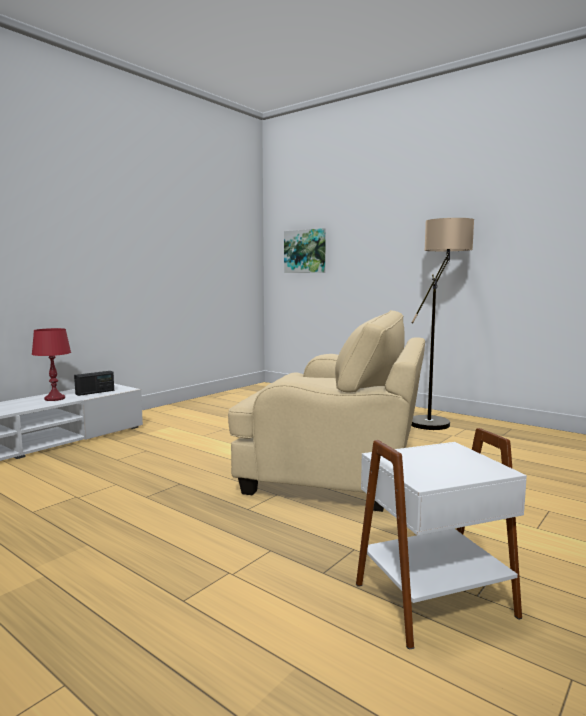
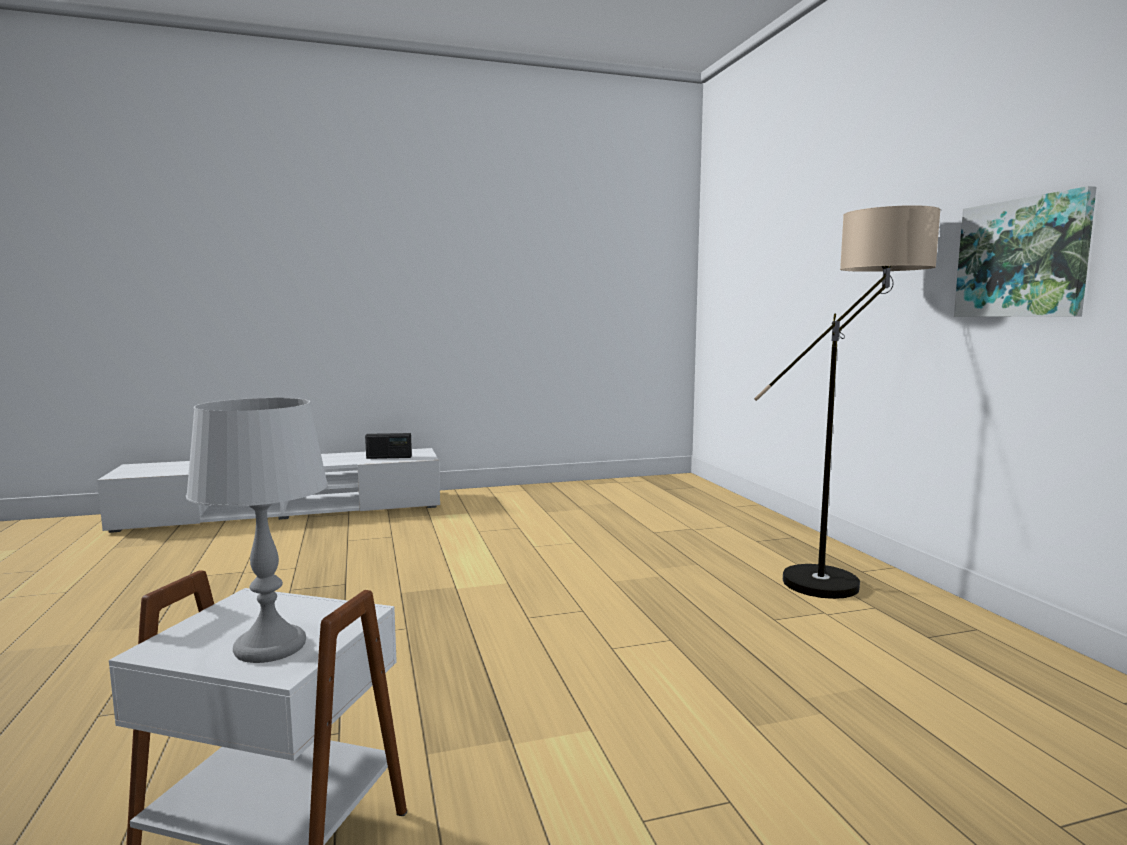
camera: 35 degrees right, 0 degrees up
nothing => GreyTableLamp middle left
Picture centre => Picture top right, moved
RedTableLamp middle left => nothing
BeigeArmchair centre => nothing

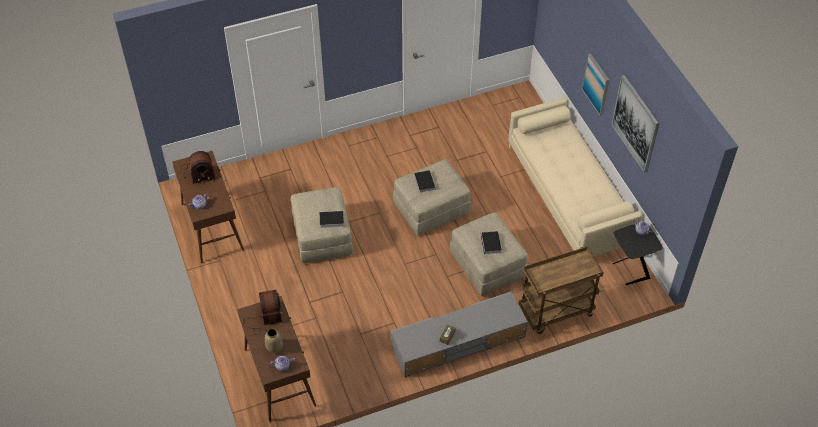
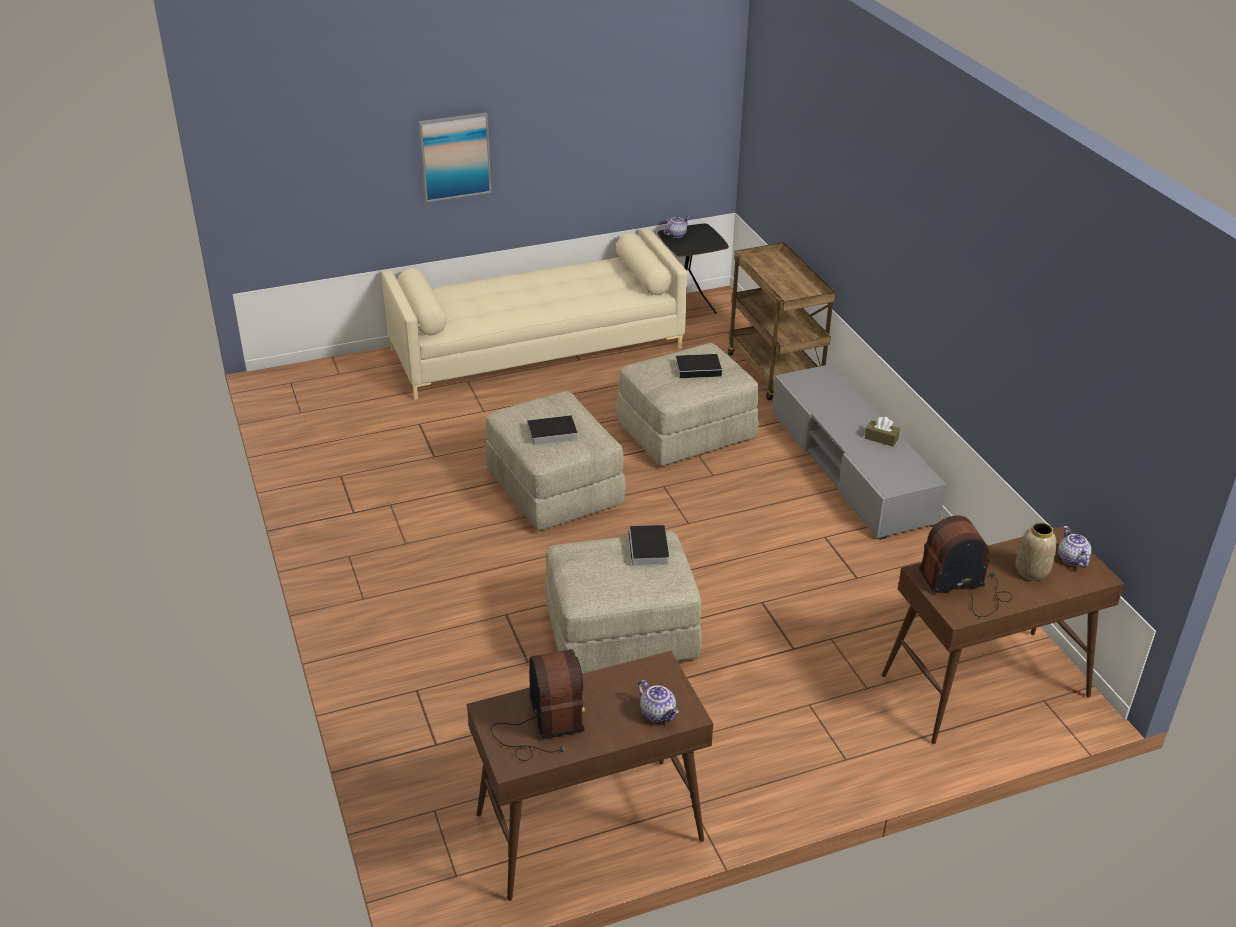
camera: 90 degrees left, 15 degrees down
Picture (2nd from left) top right => nothing

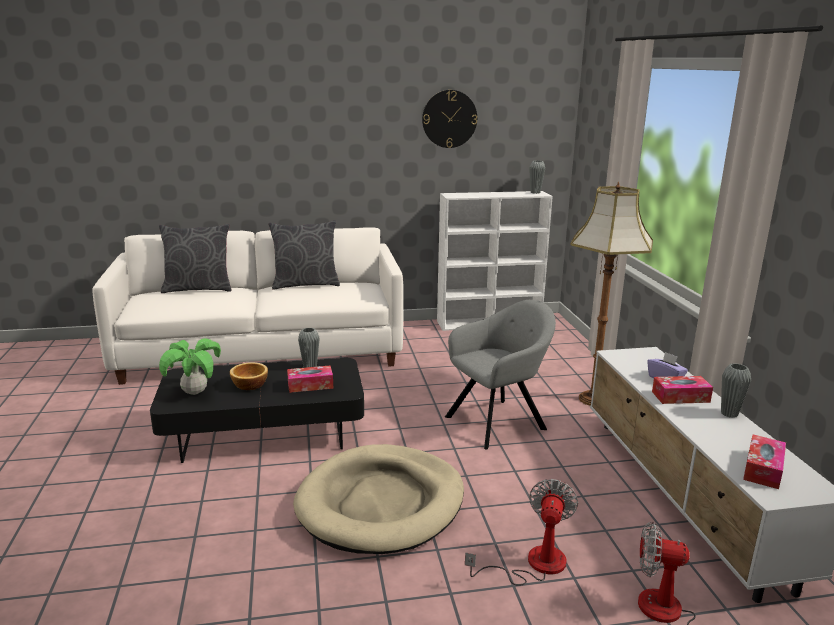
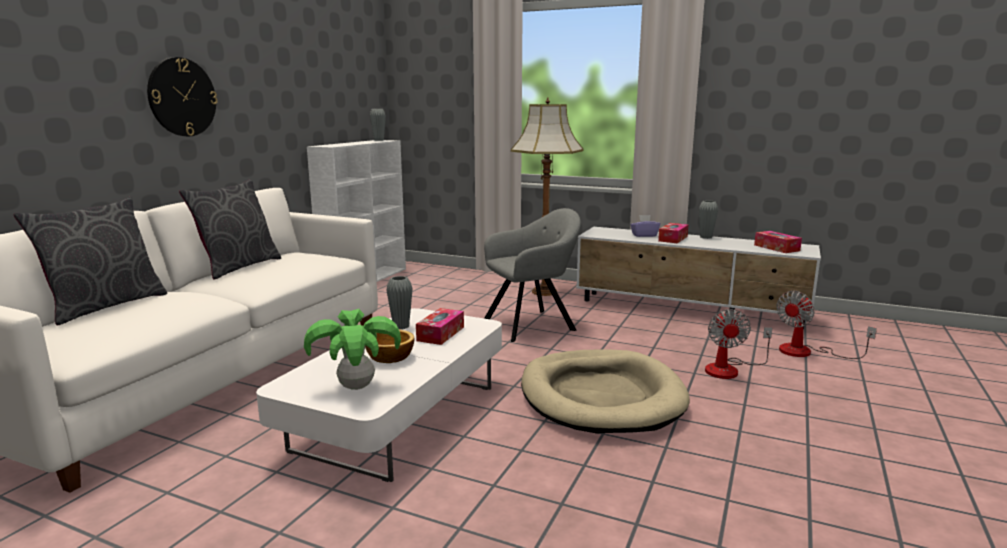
camera: 55 degrees left, 5 degrees down
WallClock top centre => WallClock top left, moved
BlackCoffeeTable middle left => WhiteCoffeeTable bottom centre
GreyArmchair centre, 60 degrees clockwise
Fan (1st from left) bottom centre => Fan (1st from left) middle right, 135 degrees counterclockwise

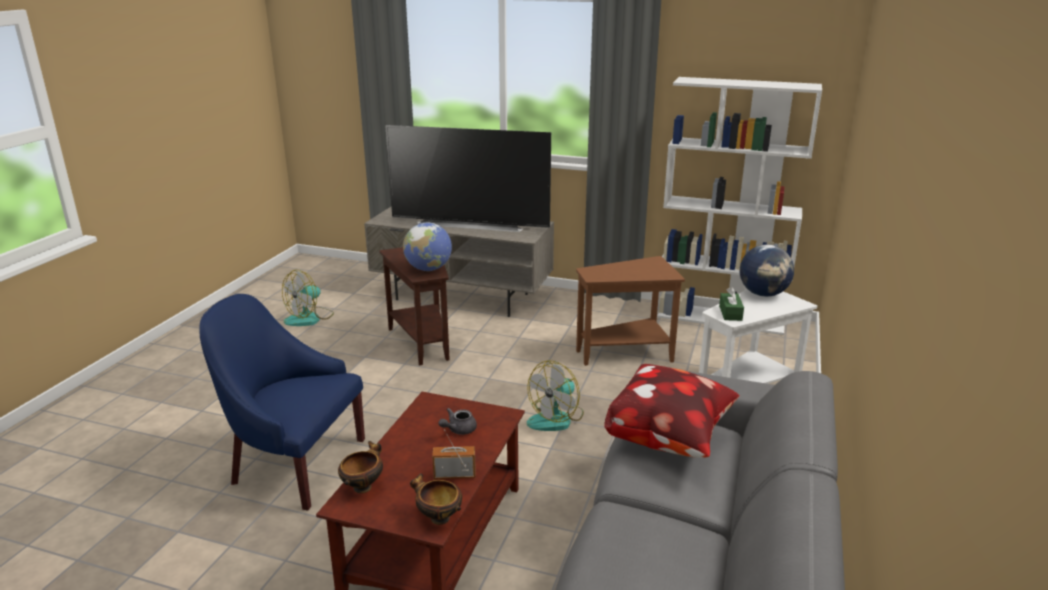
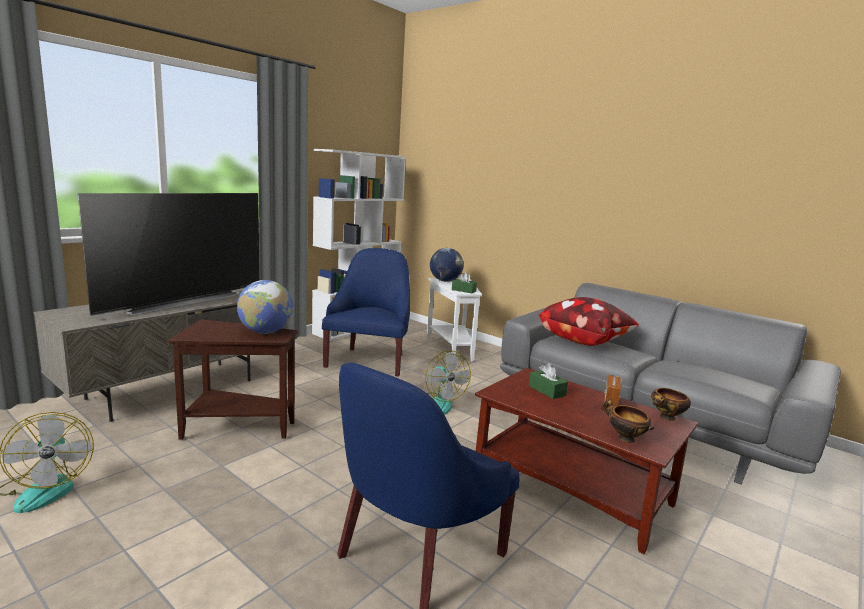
camera: 70 degrees left, 10 degrees down
BrownSideTable (2nd from left) centre => BlueArmchair (1st from left) centre
GreyTeapot bottom centre => GreenTissueBox (2nd from left) centre

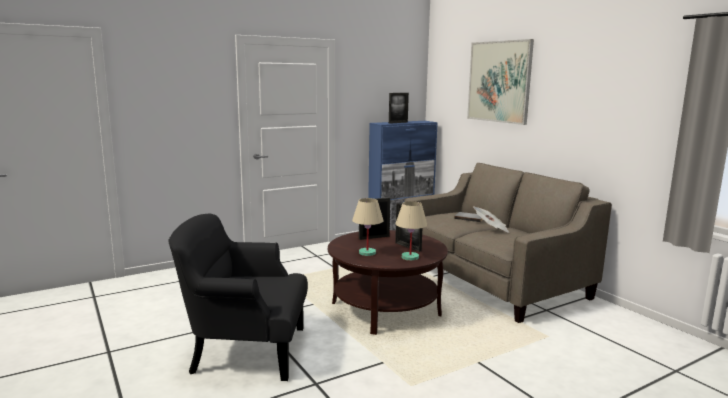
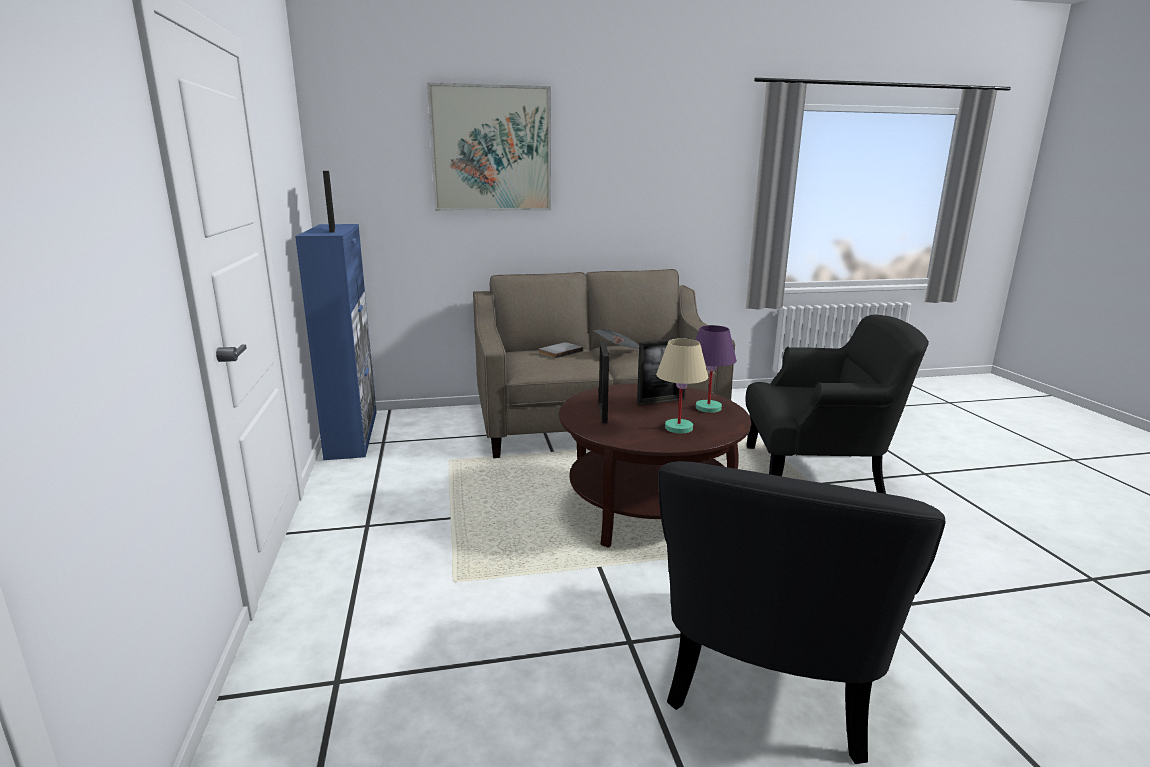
camera: 70 degrees left, 5 degrees up
BeigeTableLamp (2nd from left) centre => PurpleTableLamp centre
nothing => BlackArmchair (2nd from left) middle right

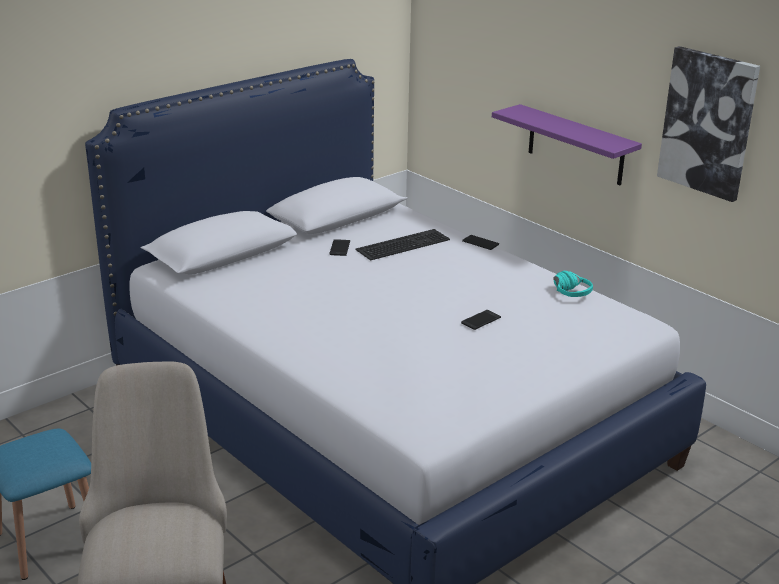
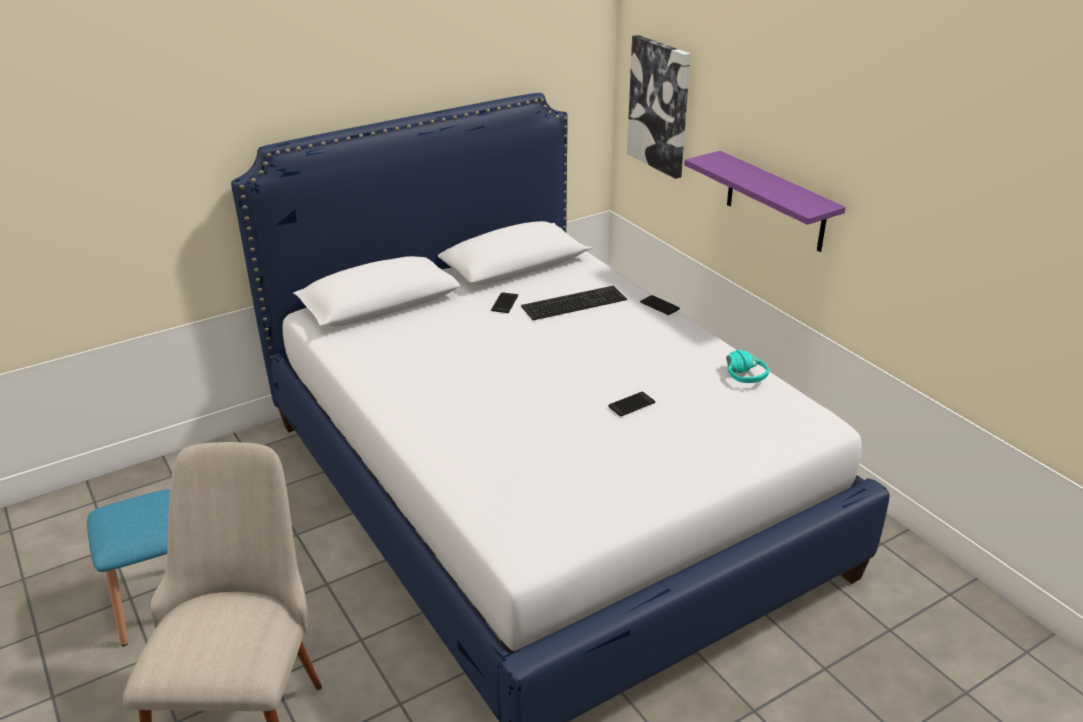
camera: 10 degrees right, 5 degrees up
Picture top right => Picture top centre, moved

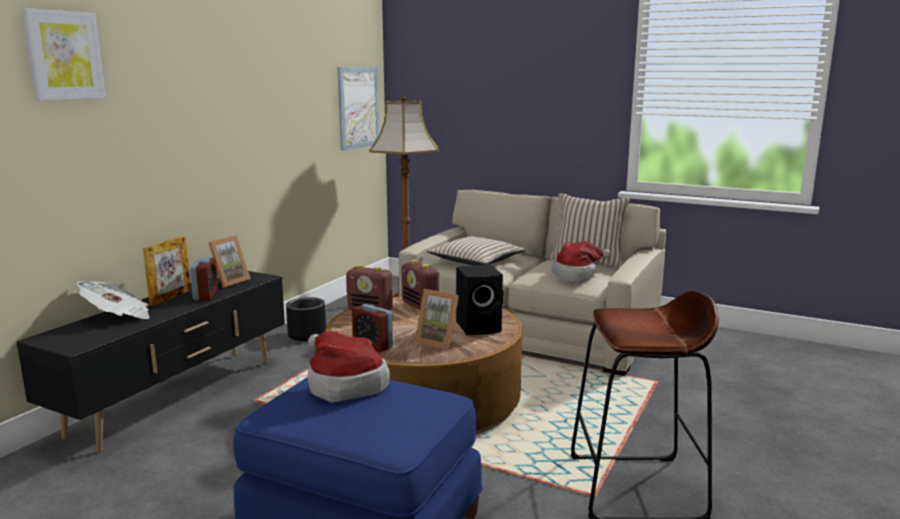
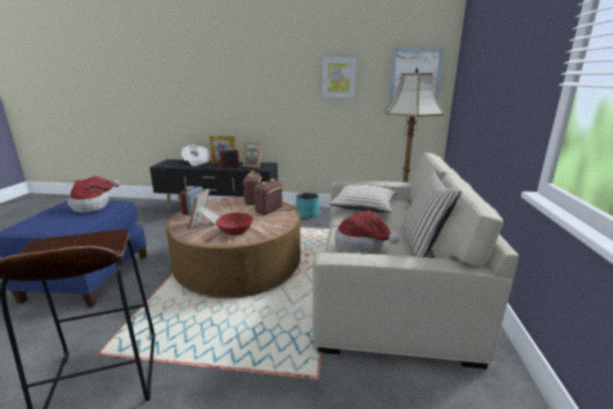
camera: 70 degrees right, 5 degrees up
BlackSpeaker centre => RedBowl centre
BlackPlanter centre => TurquoisePlanter centre
Picture (1st from left) top left => Picture (1st from left) top centre, moved

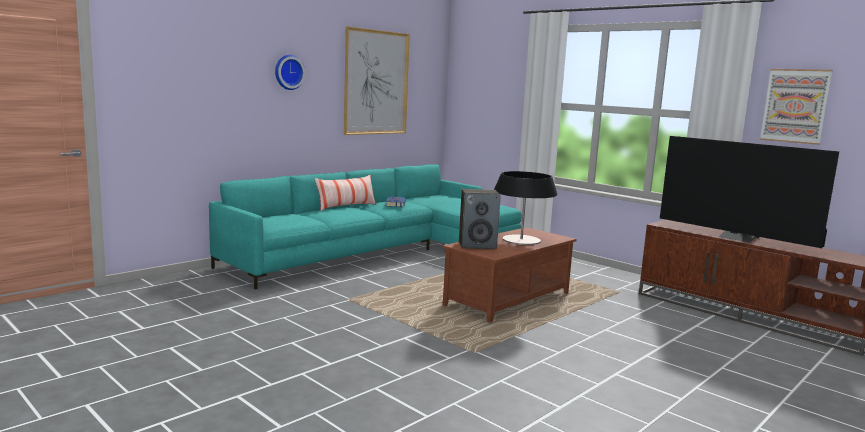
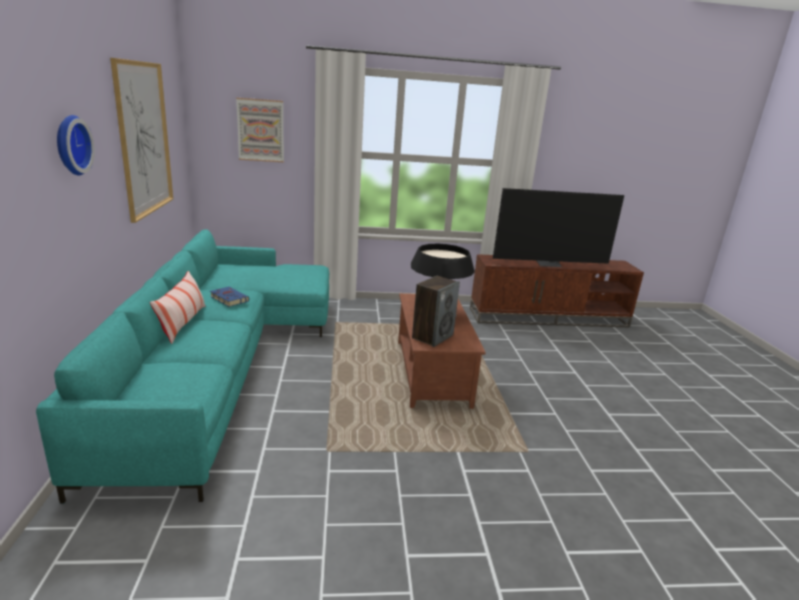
camera: 50 degrees left, 10 degrees up
Picture (2nd from left) top right => Picture (2nd from left) top left, moved

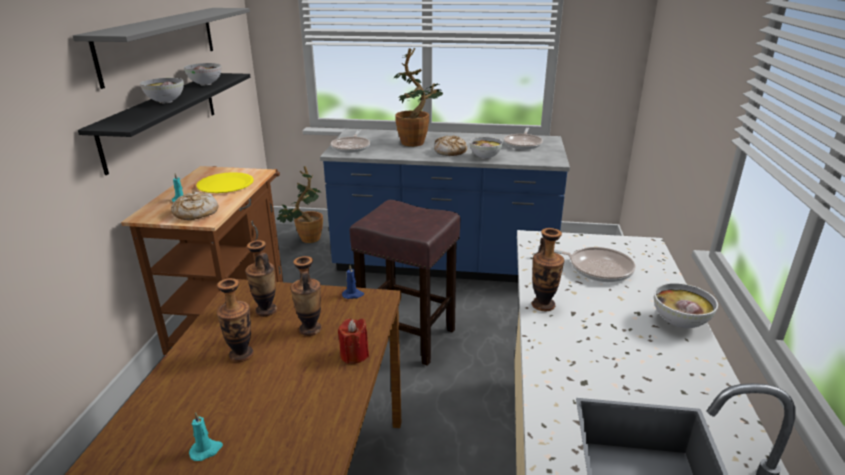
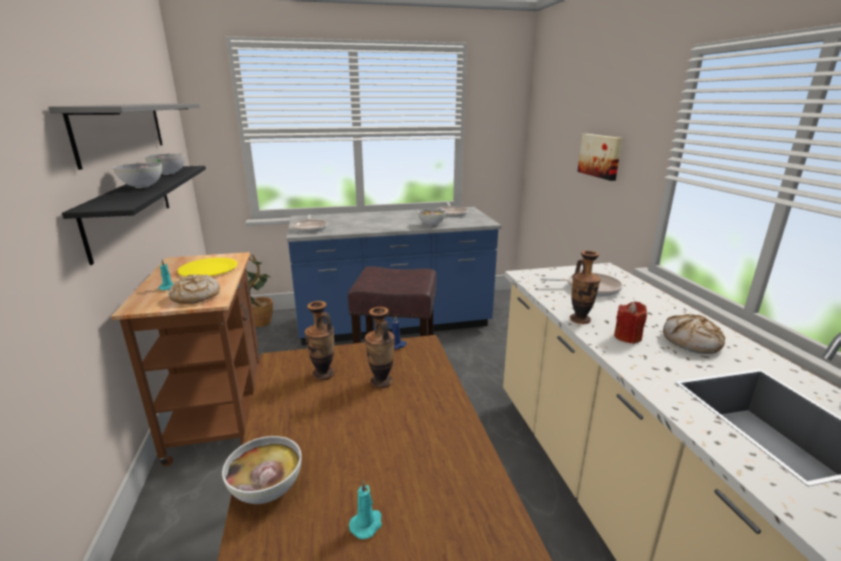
camera: 20 degrees left, 5 degrees down
Bowl (4th from left in the first image) middle right => Bowl (3rd from left) bottom left, moved
nothing => Picture top right
RedCandle bottom centre => RedCandle middle right, moved
Bread (2nd from left) top centre => Bread (2nd from left) middle right, moved
Vase (1st from left) bottom left => nothing
PottedPlant (2nd from left) top centre => nothing

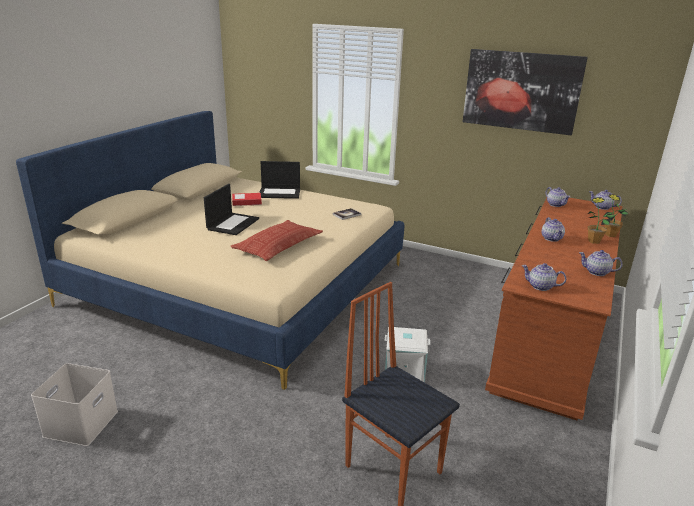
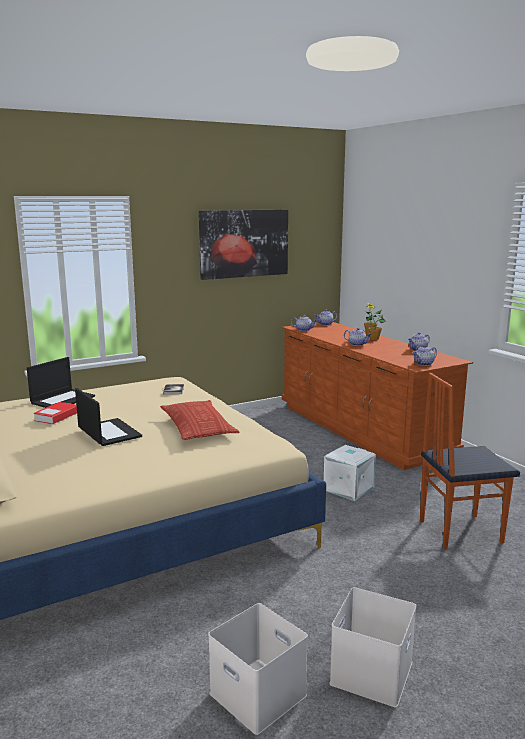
camera: 55 degrees left, 10 degrees down
nothing => WhiteStorageBox (3rd from left) bottom right

